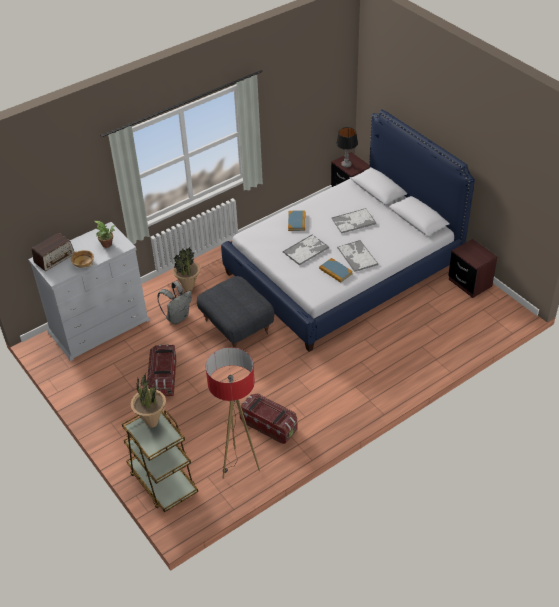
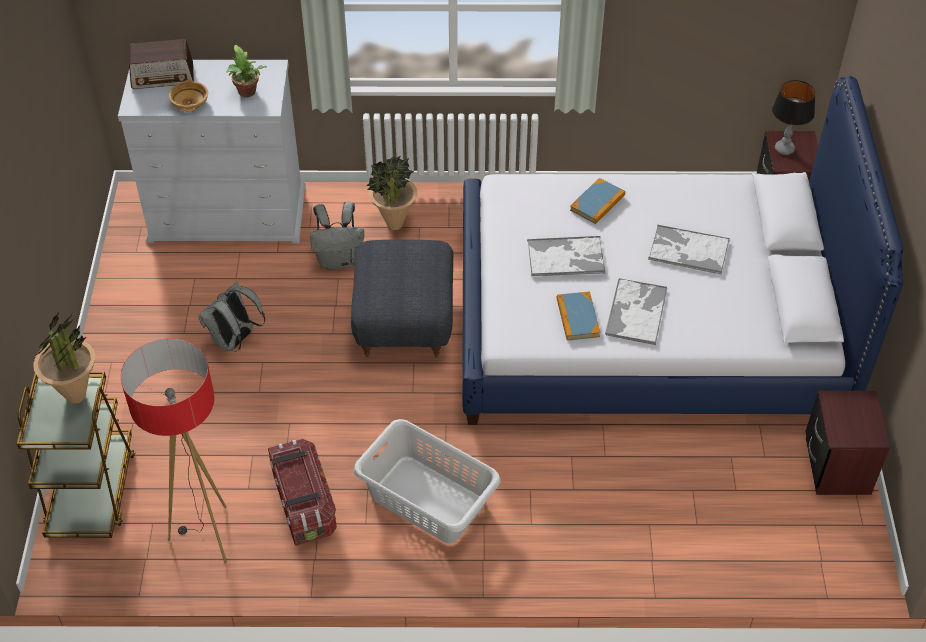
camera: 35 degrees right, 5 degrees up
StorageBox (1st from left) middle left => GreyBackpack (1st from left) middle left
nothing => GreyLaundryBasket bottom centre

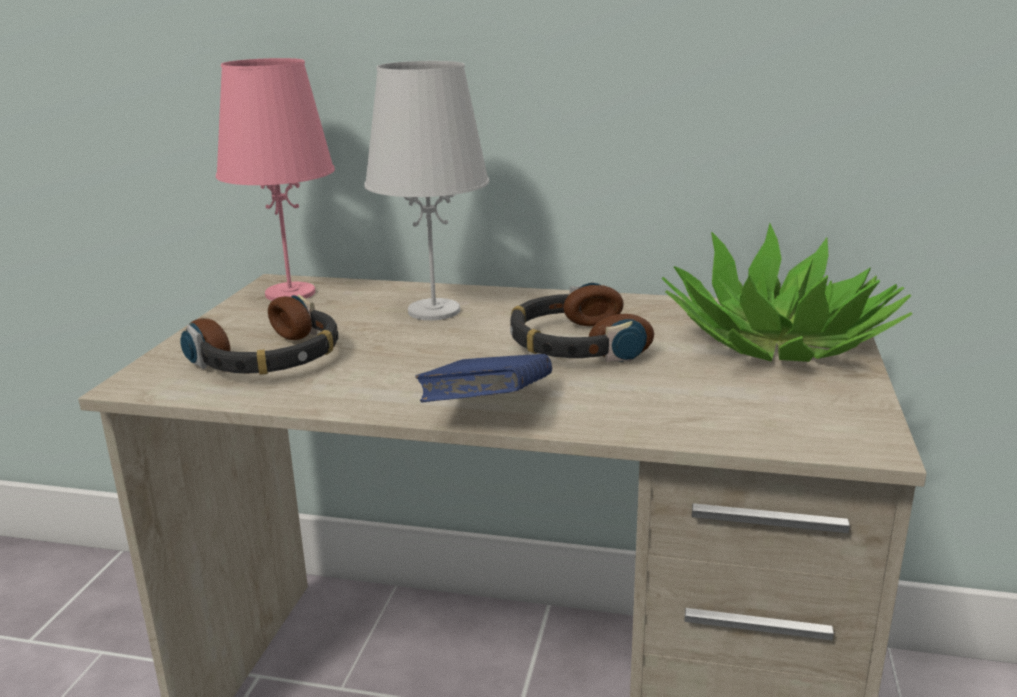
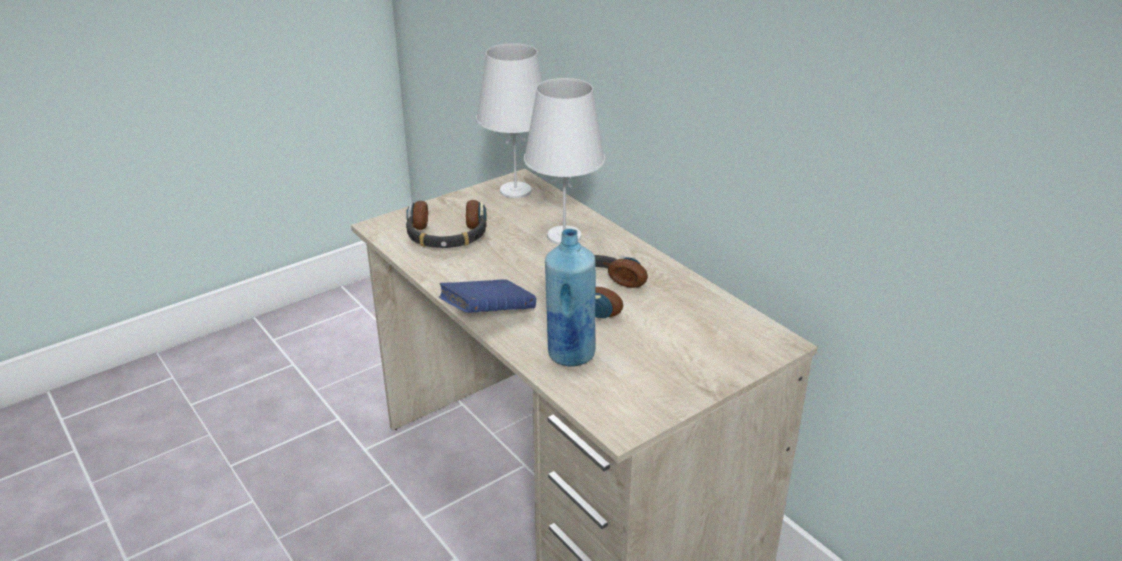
camera: 40 degrees right, 10 degrees up
PinkTableLamp top left => WhiteTableLamp (1st from left) top centre
nothing => BlueBottle centre
PottedPlant middle right => nothing

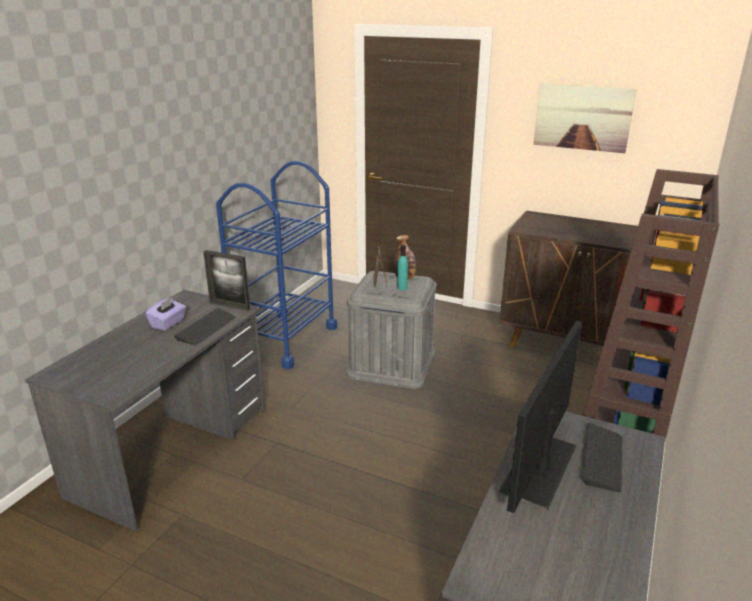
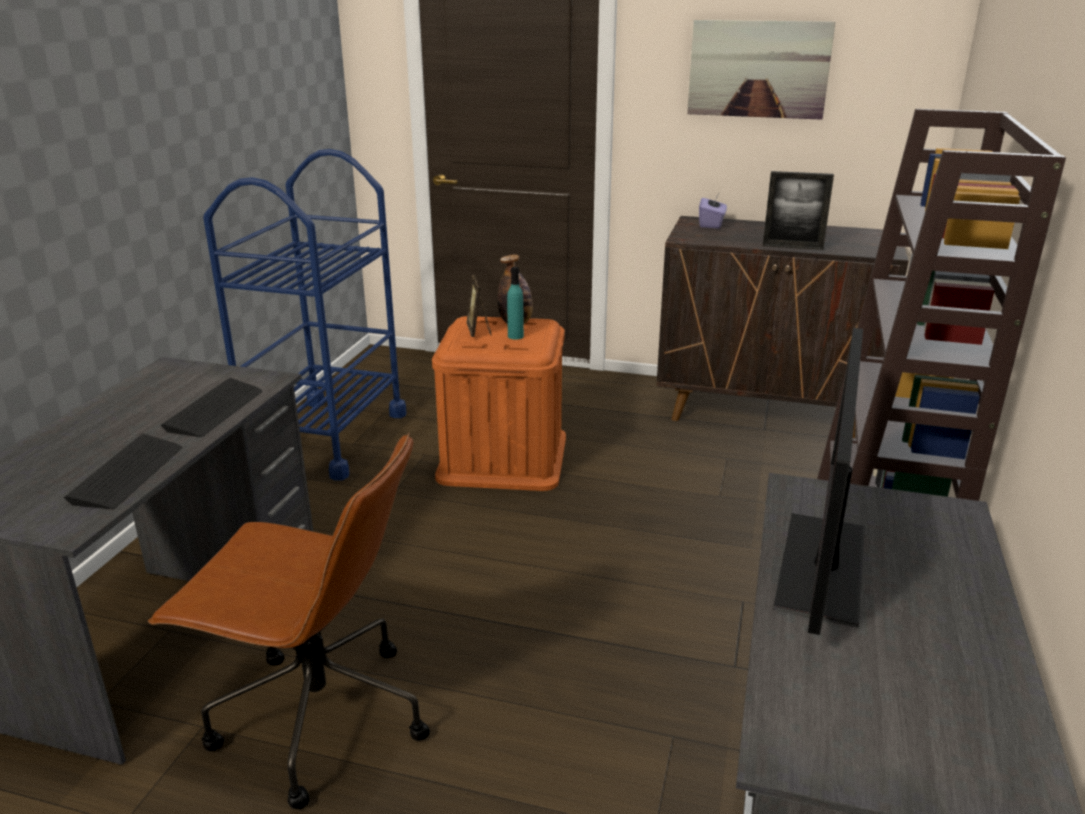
camera: 10 degrees left, 0 degrees up
Keyboard (2nd from left in the first image) bottom right => Keyboard (1st from left) middle left, moved
nothing => BrownOfficeChair bottom left
GreyStorageBox centre => OrangeStorageBox centre
PurpleTissueBox middle left => PurpleTissueBox top centre, moved
PictureFrame (1st from left in the first image) middle left => PictureFrame (2nd from left) top right, moved

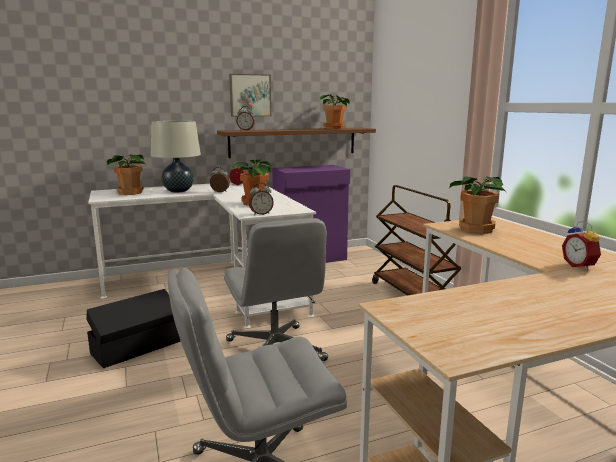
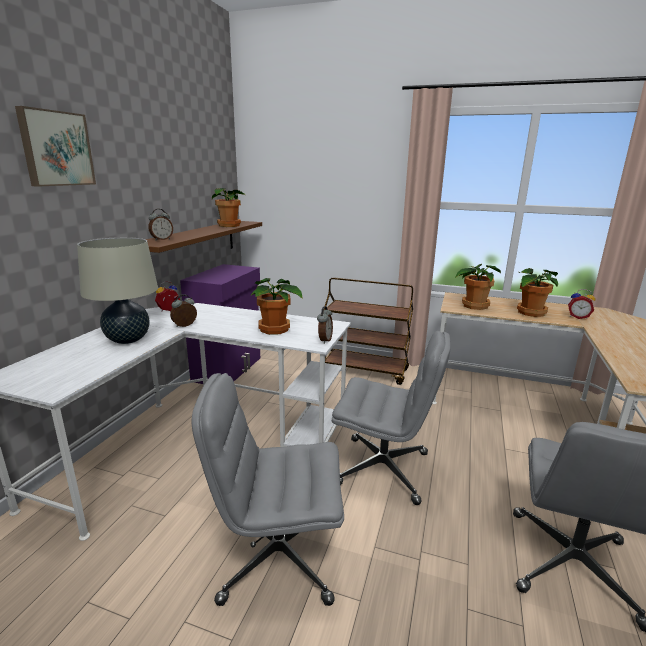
camera: 50 degrees left, 5 degrees up
Picture top centre => Picture top left, moved
BlackStorageBox bottom left => GreyOfficeChair (1st from left) bottom centre
PottedPlant (1st from left in the first image) middle left => PottedPlant (4th from left) middle right, moved

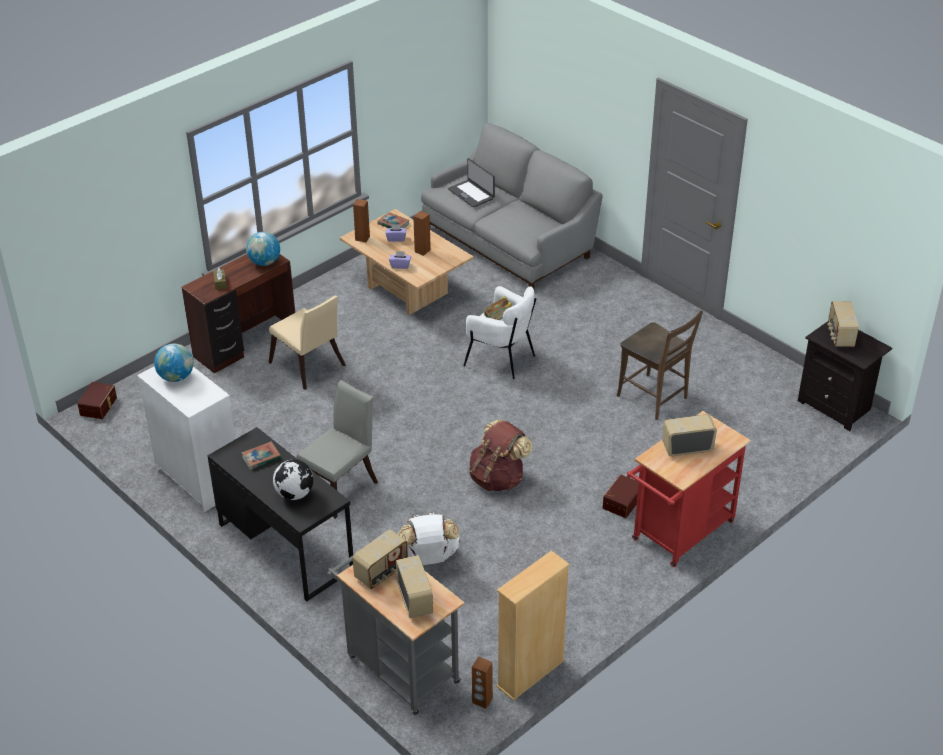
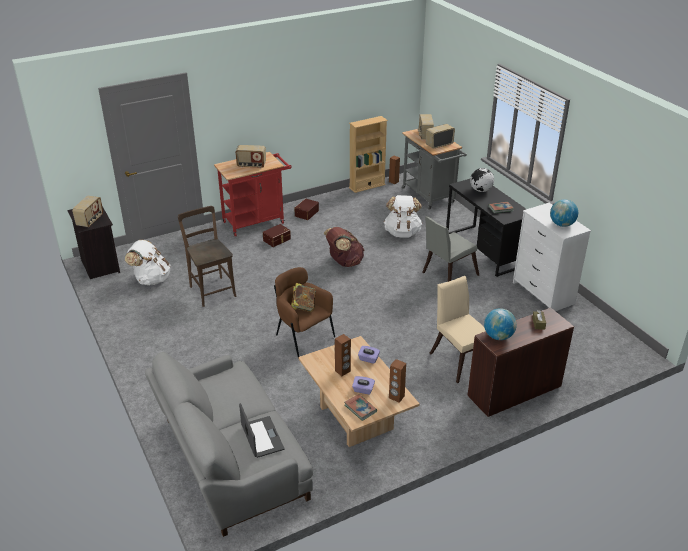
camera: 165 degrees left, 5 degrees down
nothing => WhiteBackpack (1st from left) middle left
WhiteArmchair centre => BrownArmchair centre
BrownStorageBox (1st from left in the first image) middle left => BrownStorageBox (2nd from left) centre, moved

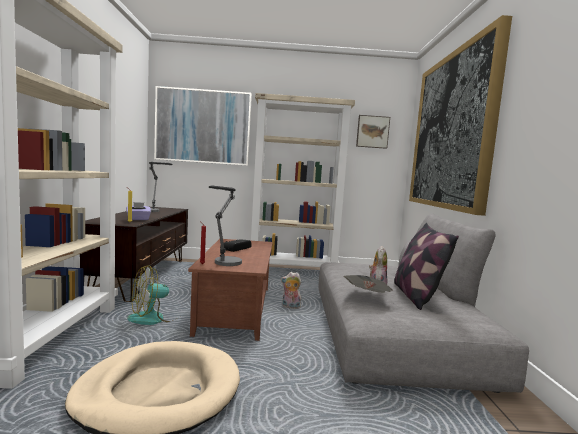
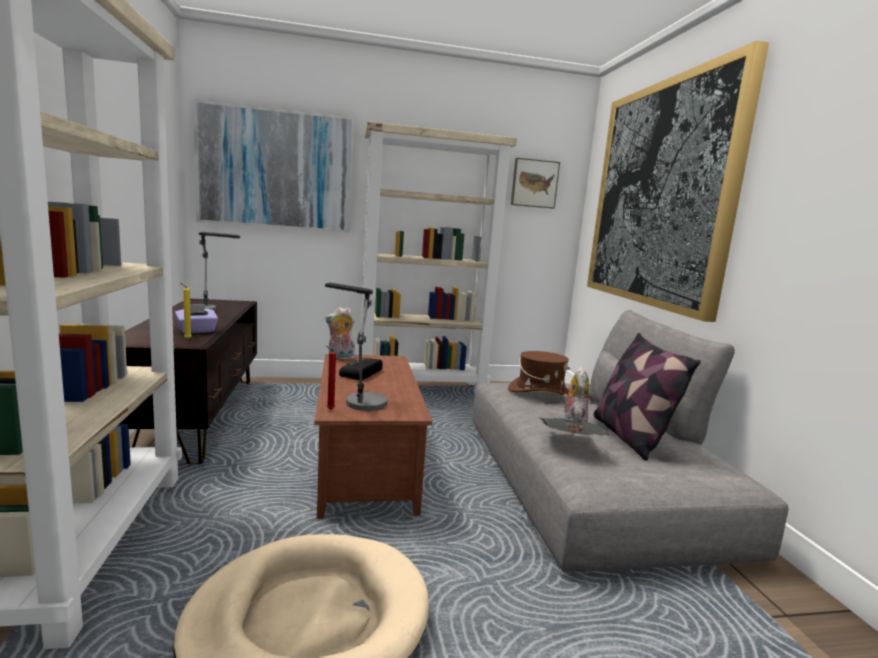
camera: 10 degrees left, 5 degrees up
PlushToy (1st from left) bottom centre => PlushToy (1st from left) centre, moved
nothing => BrownHat centre
Fan bottom left => nothing

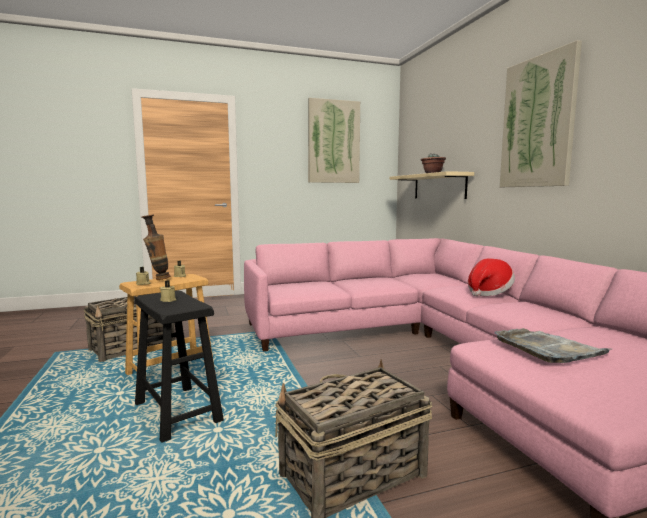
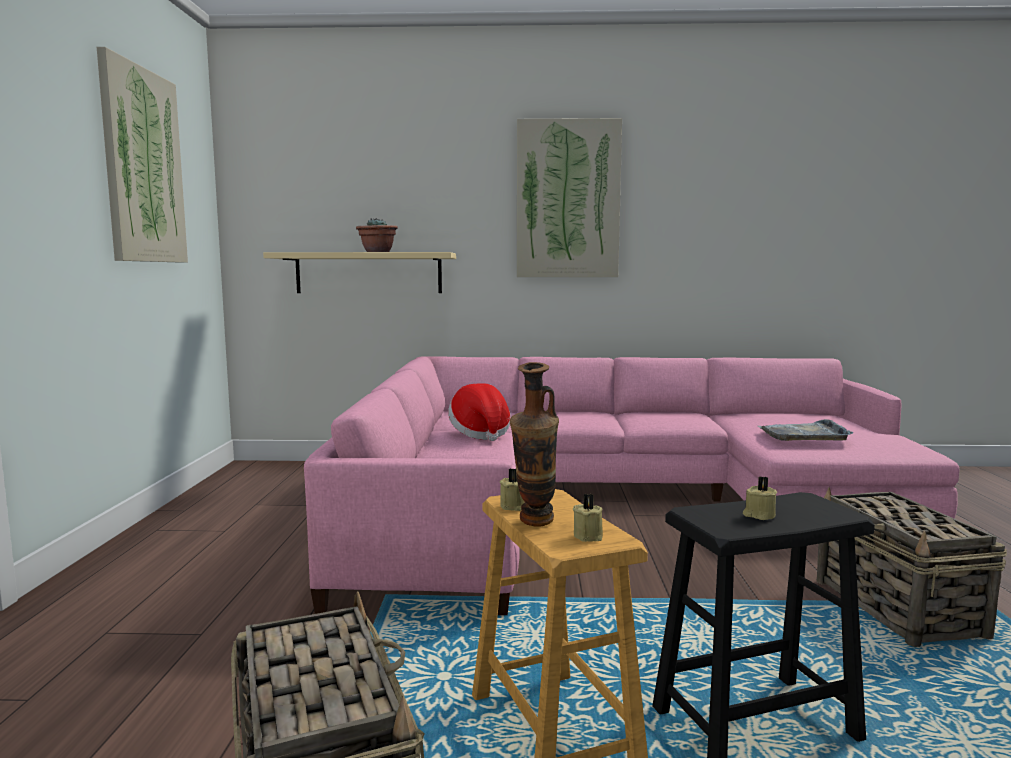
camera: 70 degrees left, 0 degrees up
Hat middle right => Hat centre, moved

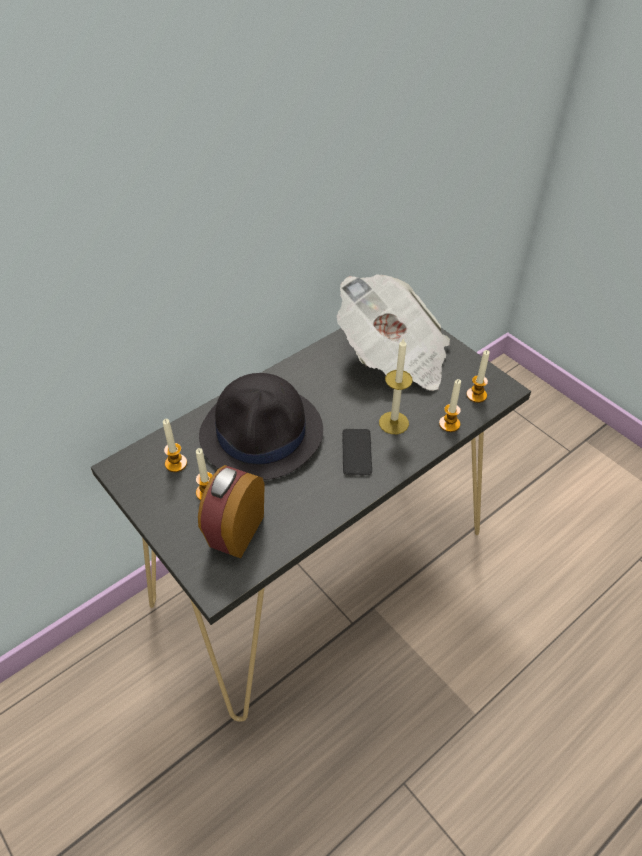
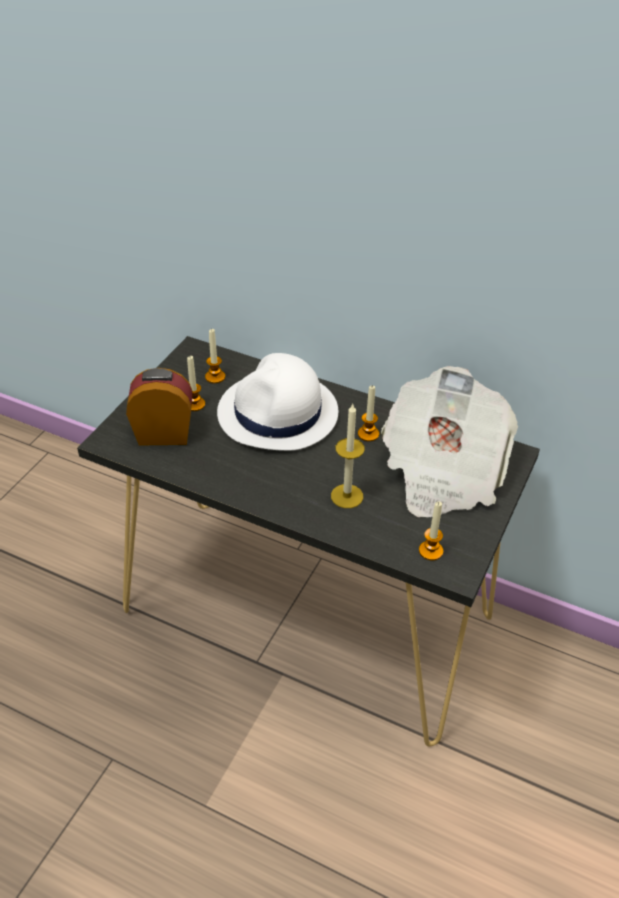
camera: 65 degrees right, 5 degrees down
BlackHat centre => WhiteHat centre
Candle (4th from left) middle right => Candle (4th from left) centre, moved
Phone centre => nothing

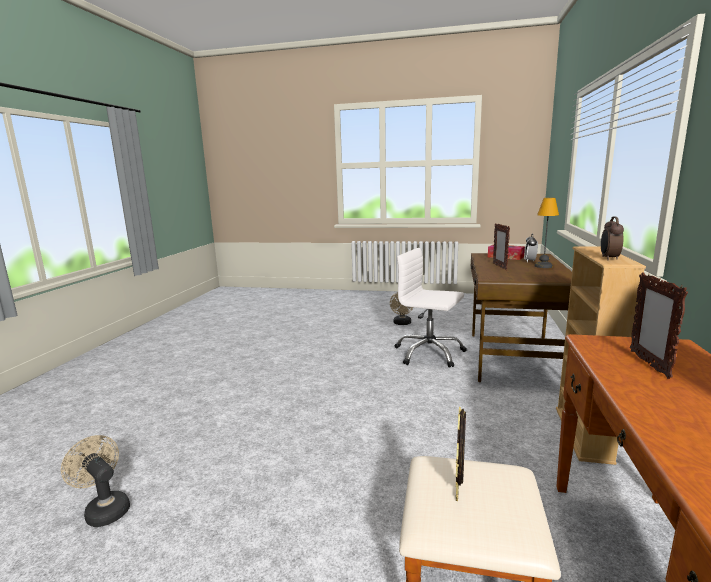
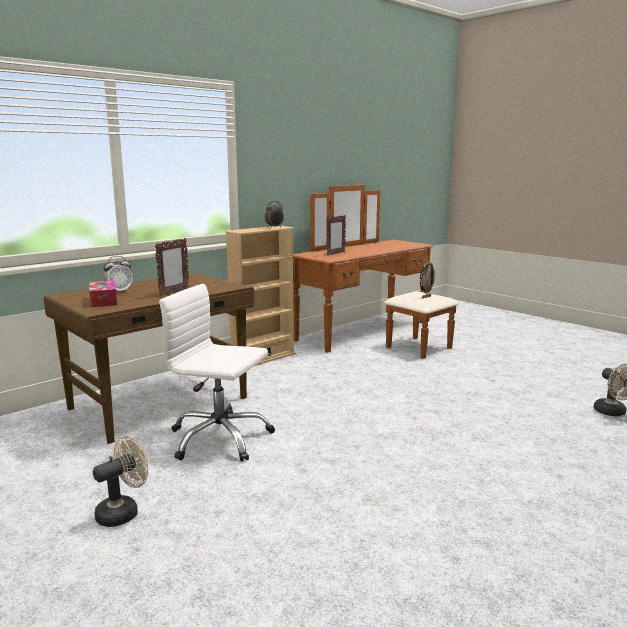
camera: 145 degrees left, 0 degrees up
WhiteOfficeChair centre, 135 degrees clockwise
TableLamp middle right => nothing

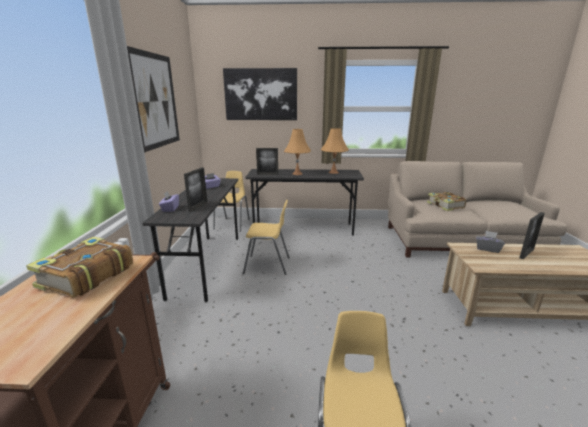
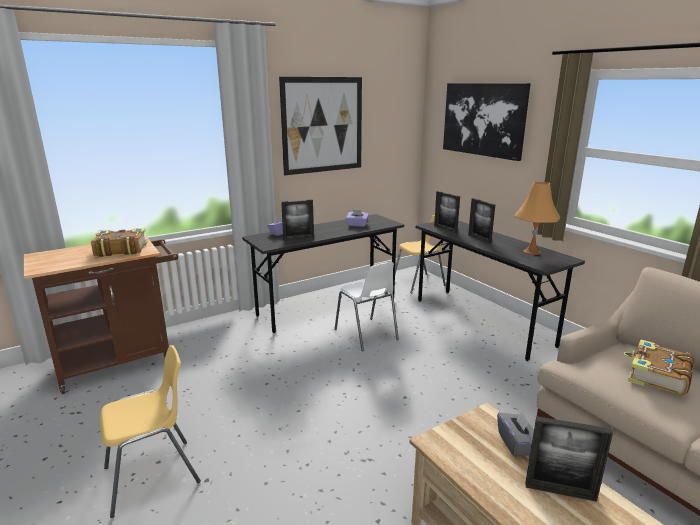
camera: 55 degrees right, 0 degrees up
YellowChair (2nd from left) centre => WhiteChair centre
OrangeTableLamp (1st from left) centre => PictureFrame (3rd from left) middle right

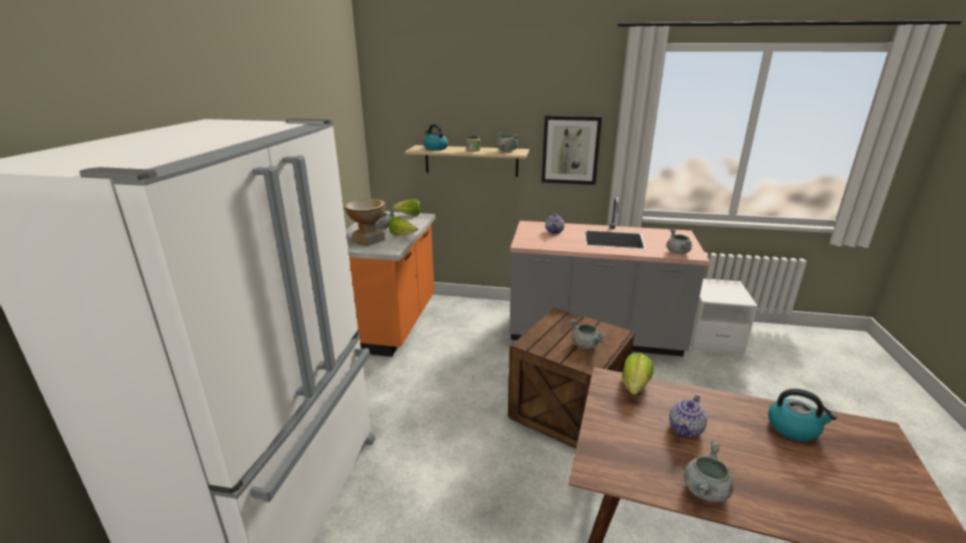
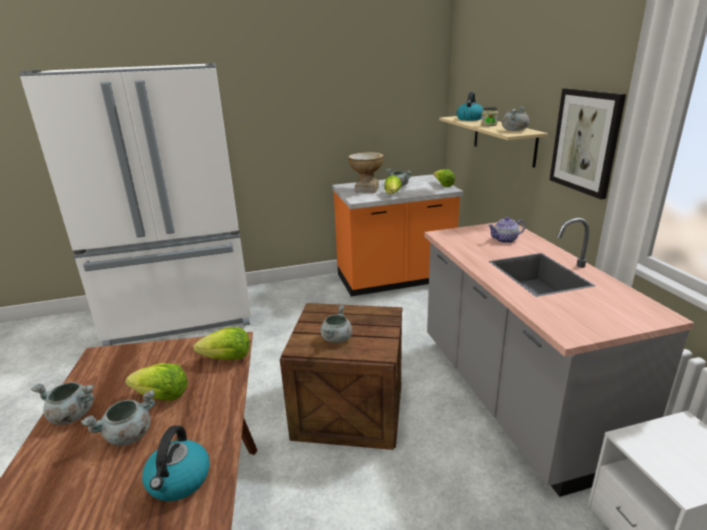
camera: 65 degrees right, 0 degrees up
GreyCookingPot (4th from left in the first image) middle right => GreyCookingPot (2nd from left) bottom left, moved
Teapot (2nd from left) bottom right => Lettuce (1st from left) bottom left

